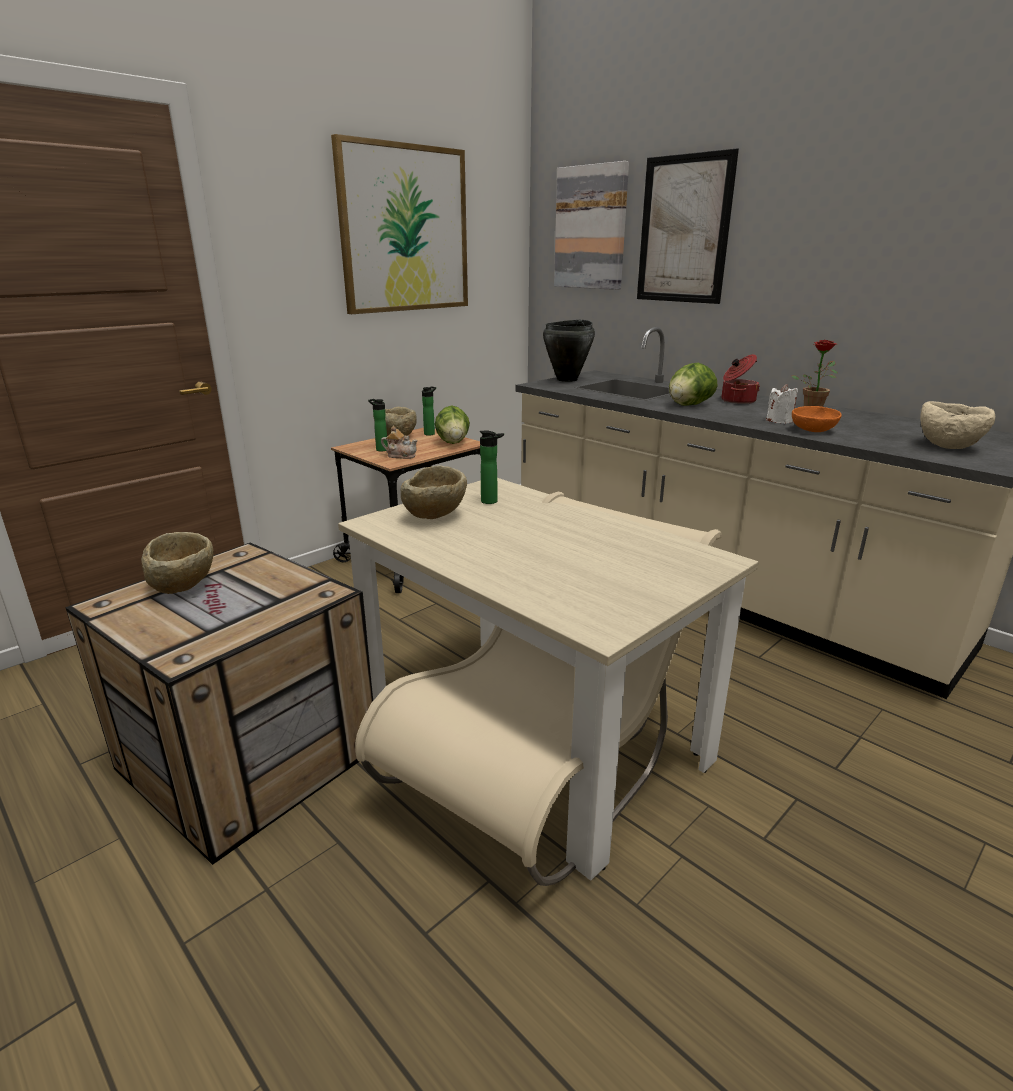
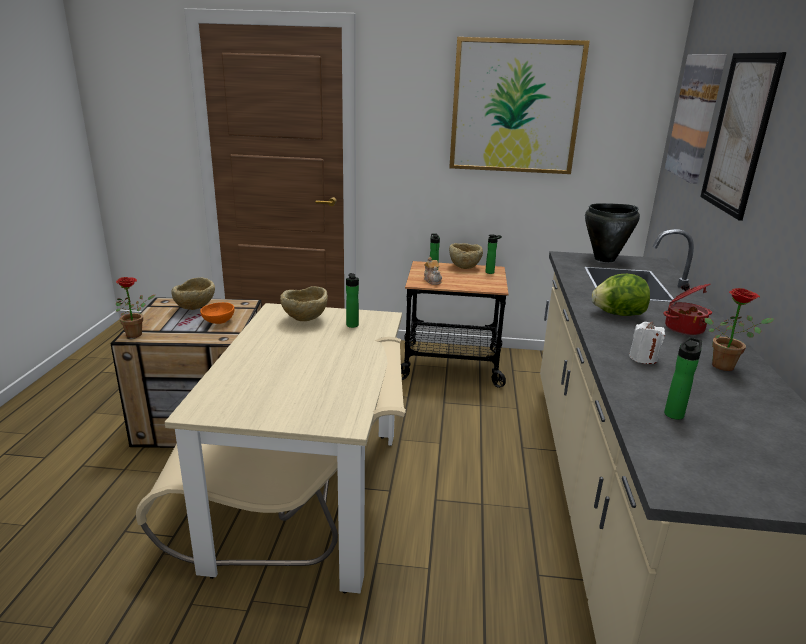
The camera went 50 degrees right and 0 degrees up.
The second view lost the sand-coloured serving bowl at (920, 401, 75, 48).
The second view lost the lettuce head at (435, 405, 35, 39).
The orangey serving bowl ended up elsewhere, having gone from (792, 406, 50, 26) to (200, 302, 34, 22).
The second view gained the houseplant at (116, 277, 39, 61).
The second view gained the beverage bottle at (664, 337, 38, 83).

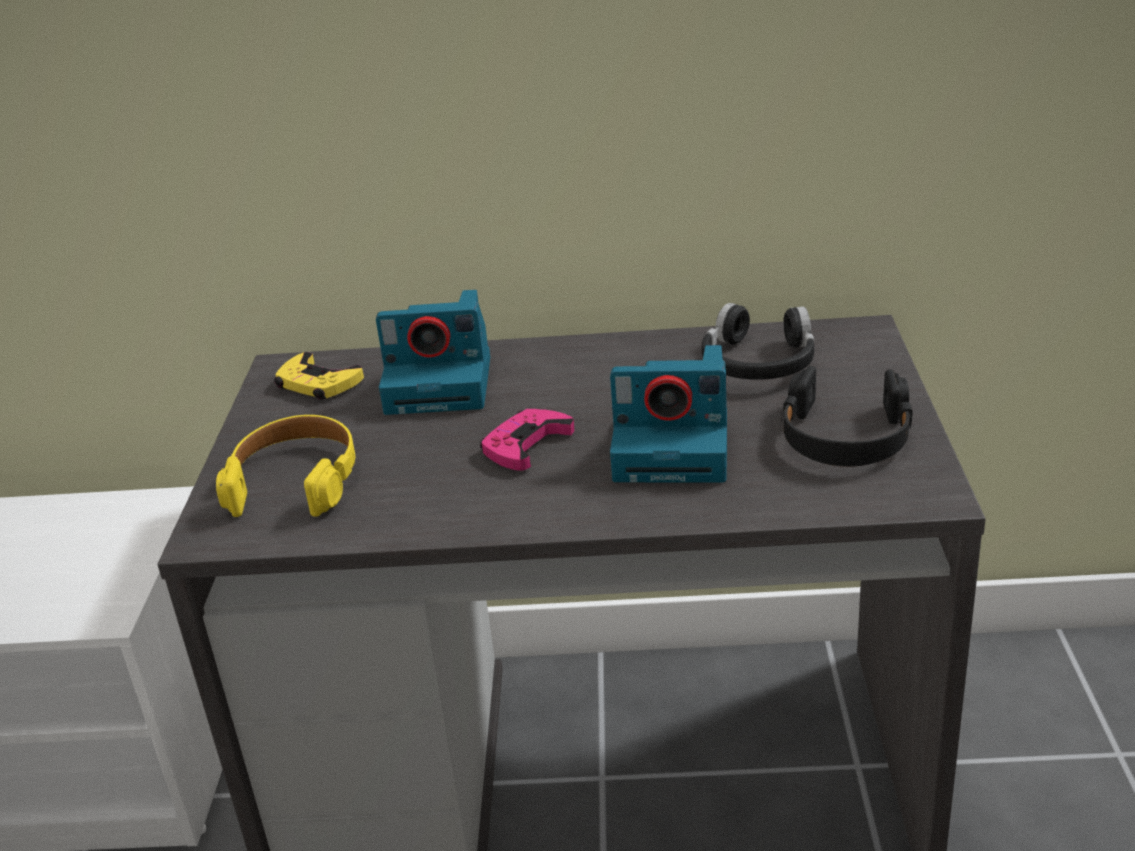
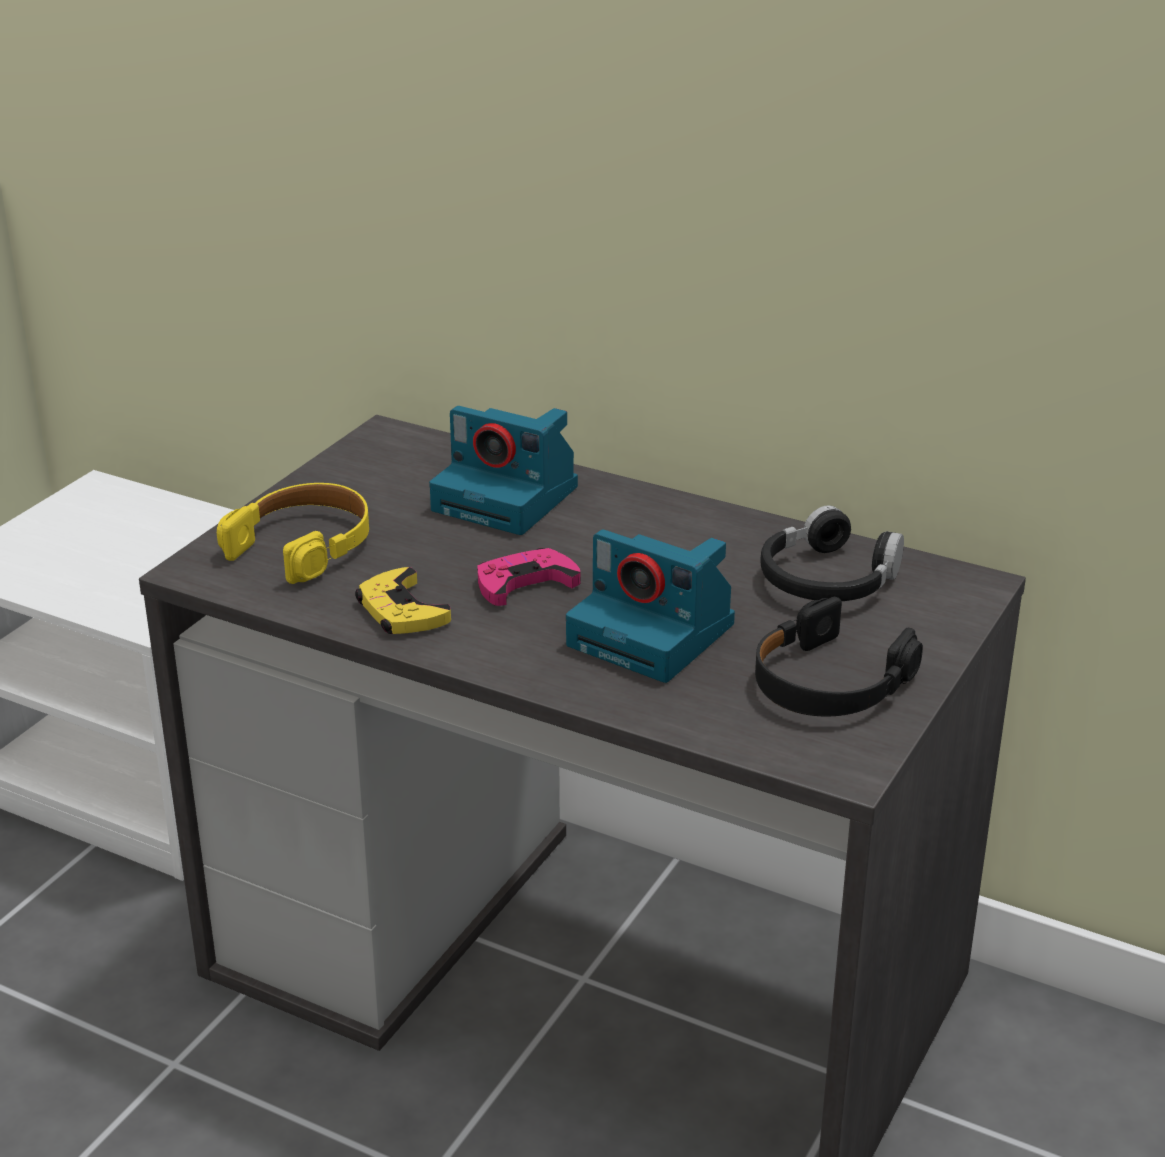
The camera went 25 degrees right and 0 degrees up.
The yellow-coloured game controller ended up elsewhere, having gone from (274, 352, 90, 48) to (355, 567, 96, 67).

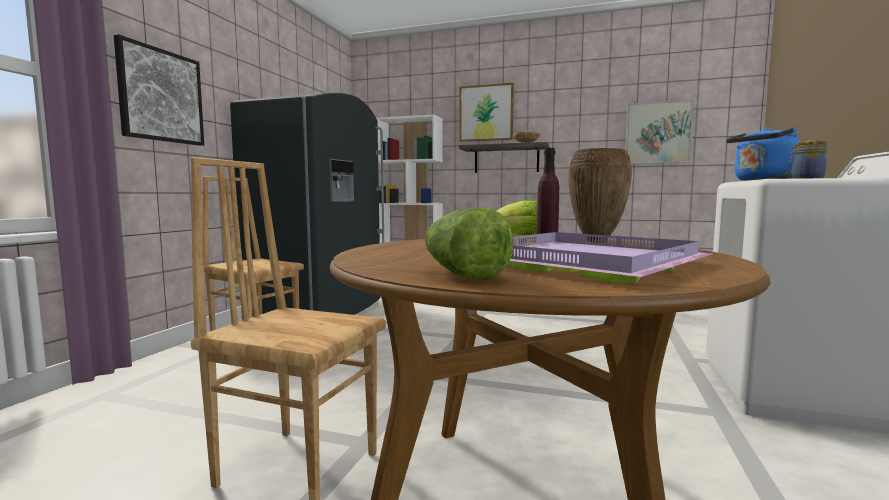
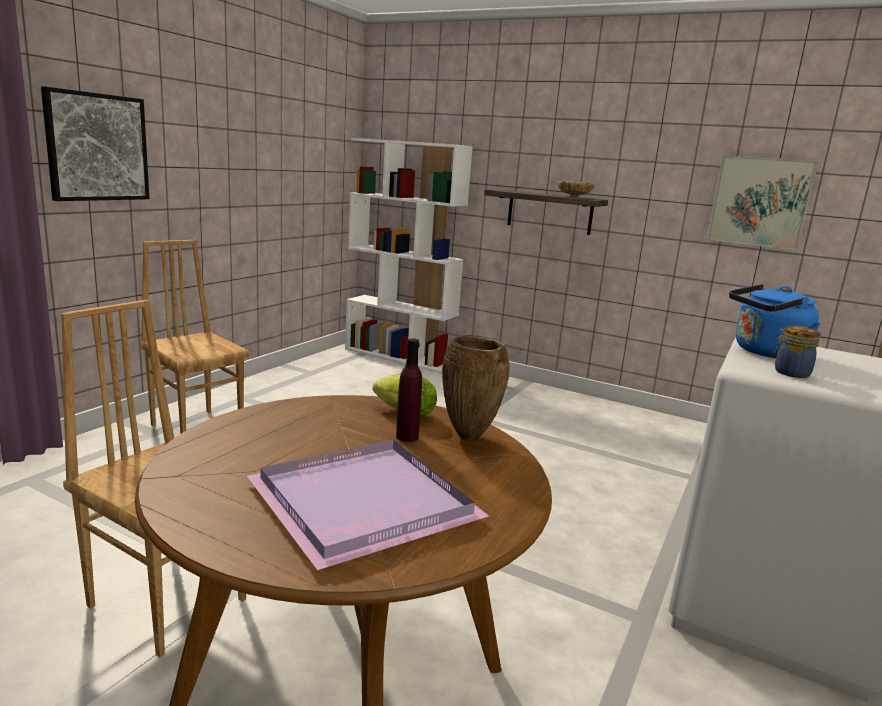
The camera went 10 degrees right and 10 degrees up.
The second view lost the picture at (459, 83, 55, 59).
The second view lost the gray kitchen fridge at (230, 93, 154, 224).
The second view lost the lettuce head at (425, 208, 89, 73).

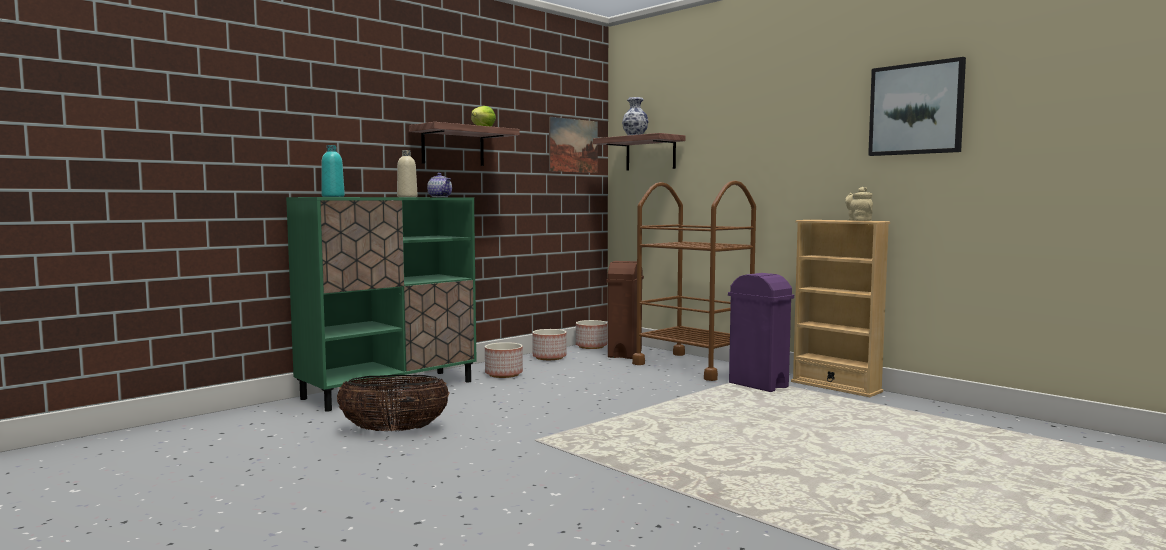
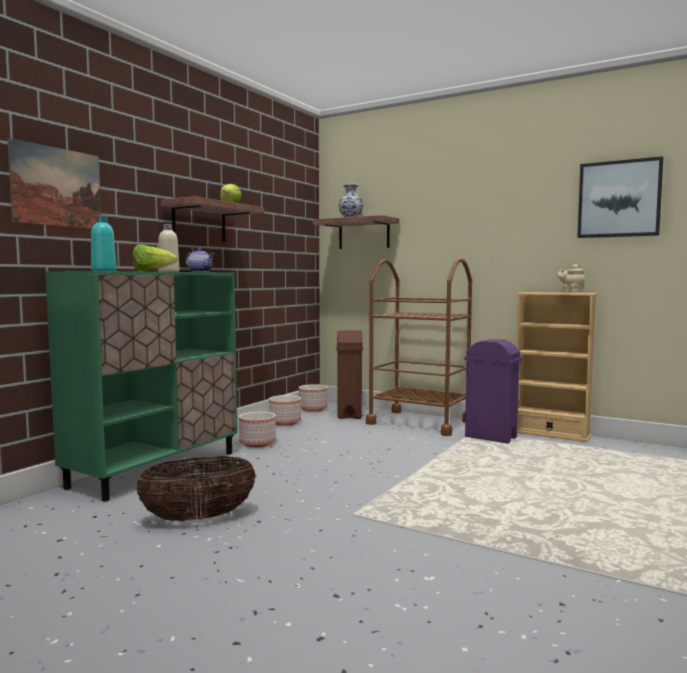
The camera went 15 degrees left and 0 degrees up.
The picture ended up elsewhere, having gone from (549, 117, 49, 56) to (8, 138, 93, 90).
The second view gained the lettuce head at (132, 244, 46, 28).

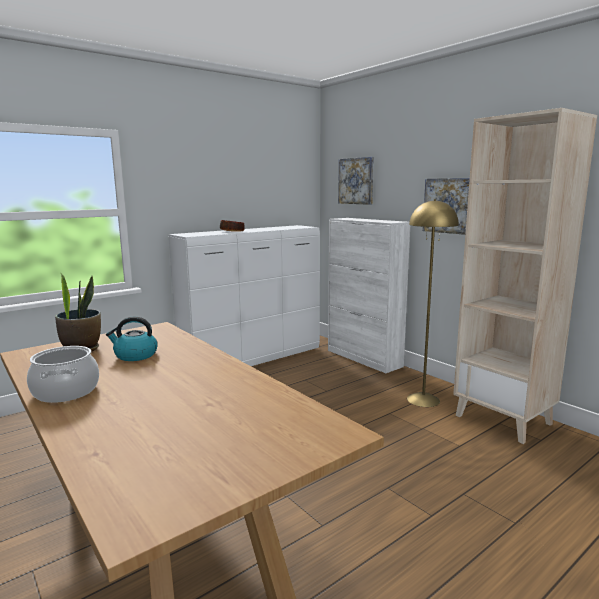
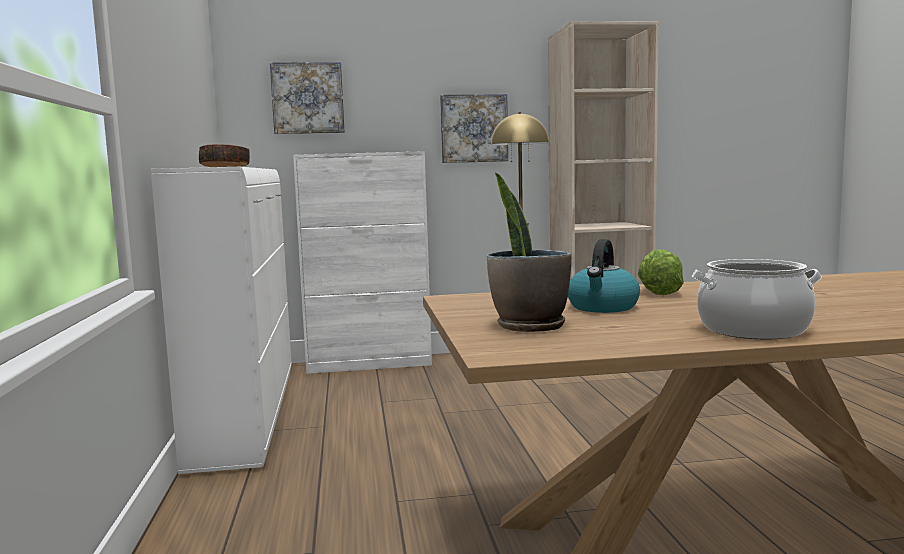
The camera went 60 degrees left and 5 degrees down.
The second view gained the lettuce head at (638, 249, 46, 46).

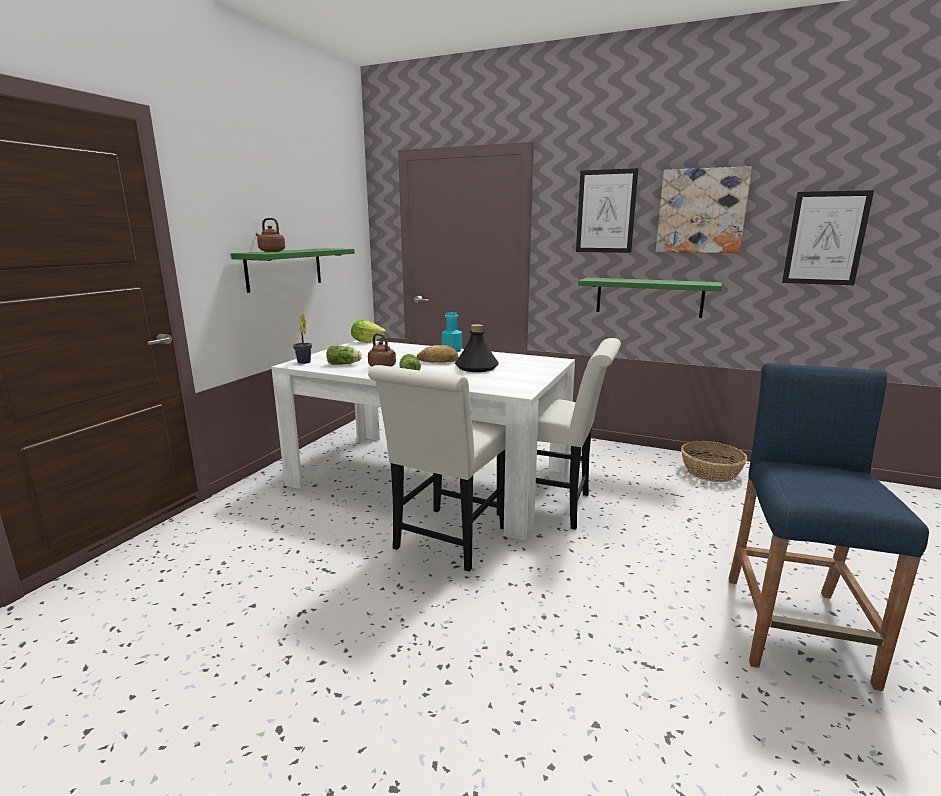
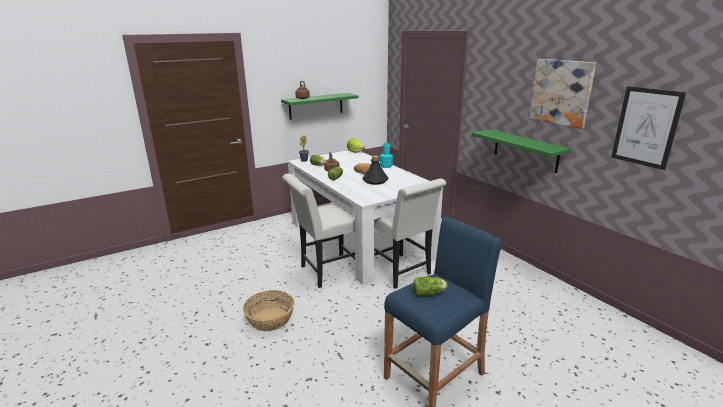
The camera went 35 degrees right and 5 degrees up.
The second view lost the picture at (576, 168, 62, 85).
The household basket ended up elsewhere, having gone from (681, 441, 67, 41) to (243, 290, 51, 41).
The second view gained the lettuce head at (413, 277, 34, 19).

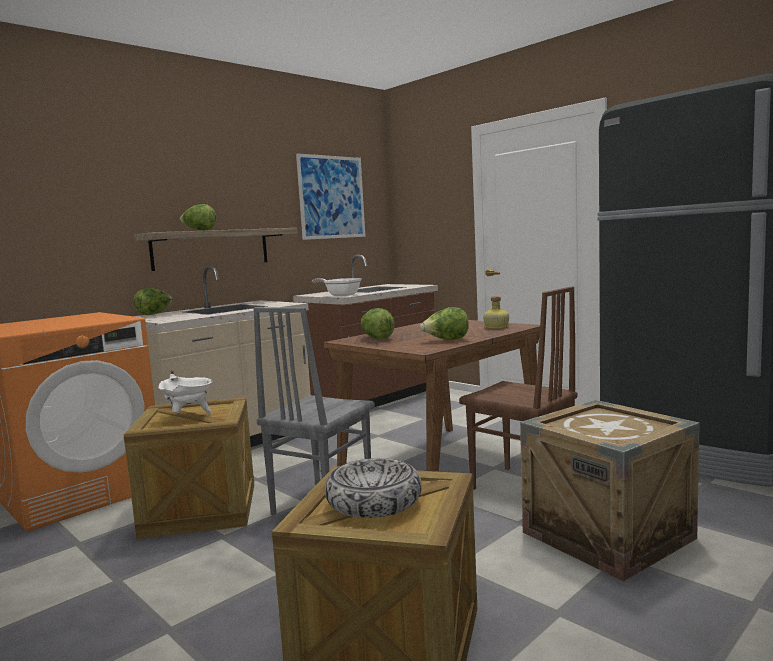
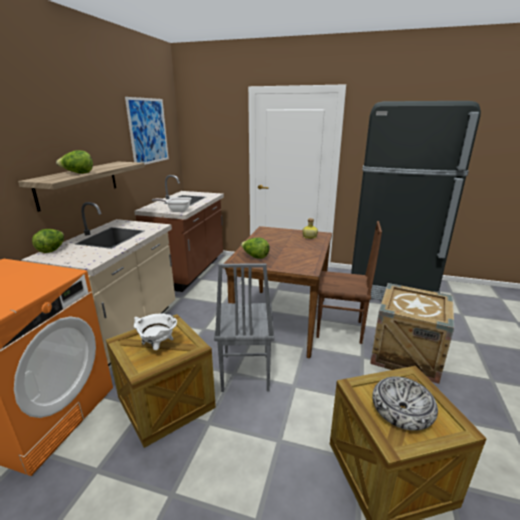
The camera went 30 degrees left and 15 degrees up.
The second view lost the lettuce head at (420, 307, 49, 33).

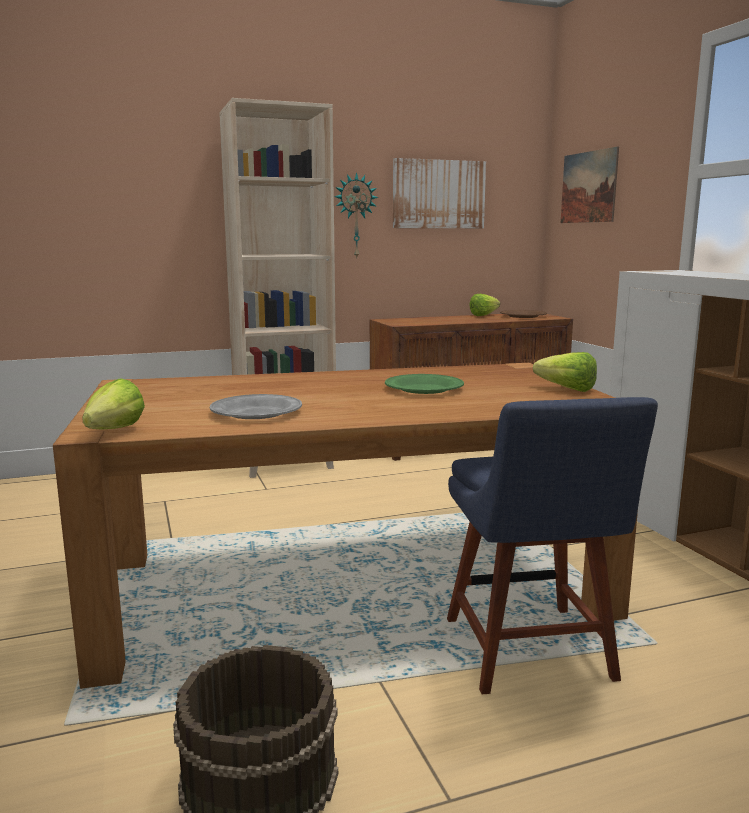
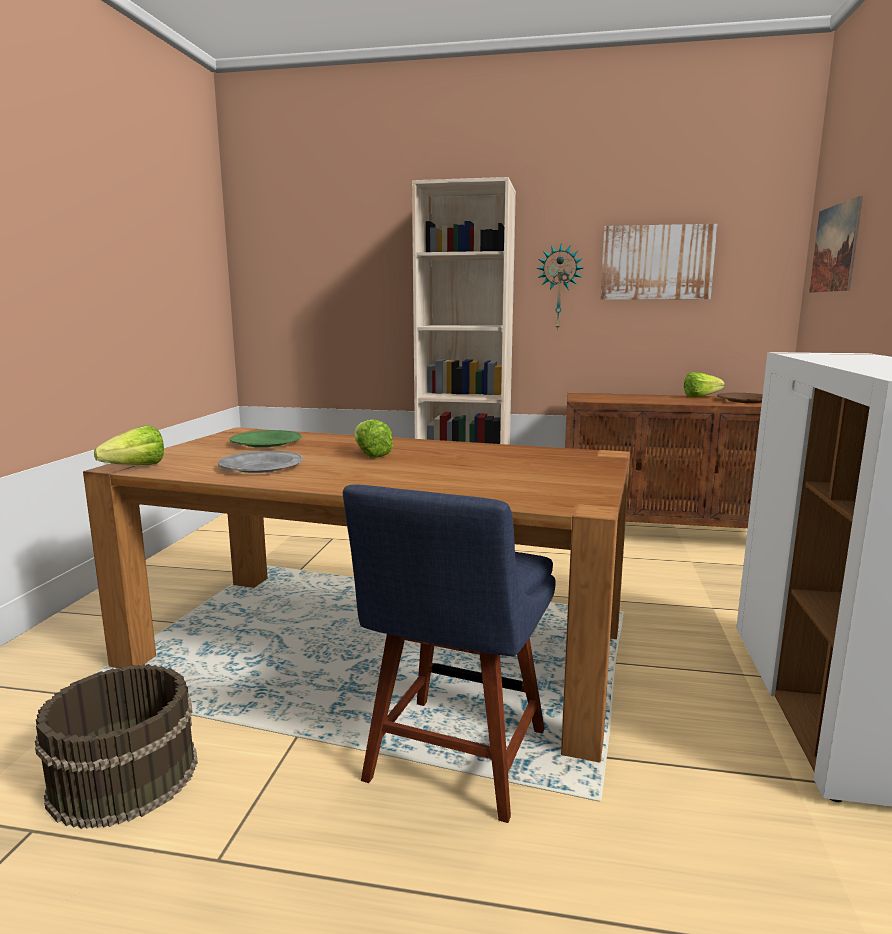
The camera went 30 degrees right and 0 degrees up.
The lettuce head ended up elsewhere, having gone from (533, 352, 64, 40) to (354, 419, 39, 39).
The green dinner plate ended up elsewhere, having gone from (385, 374, 79, 20) to (230, 430, 72, 17).

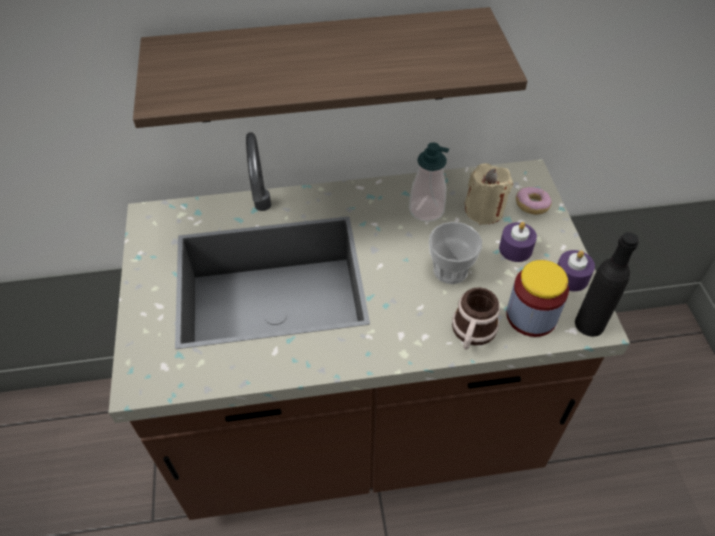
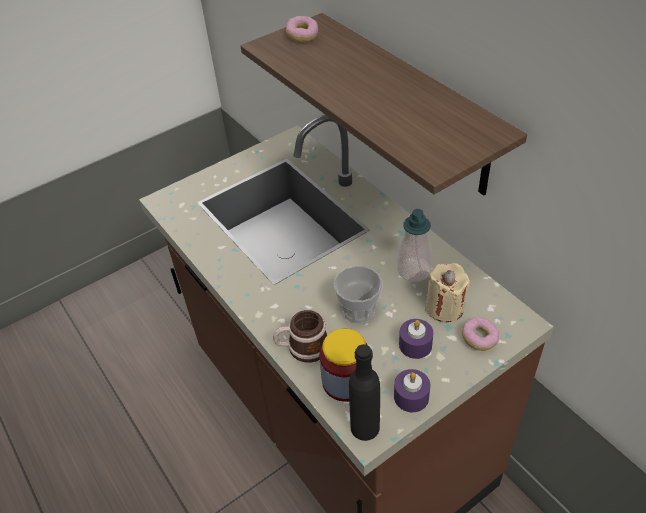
The camera went 65 degrees right and 5 degrees down.
The second view gained the donut at (286, 16, 32, 26).

